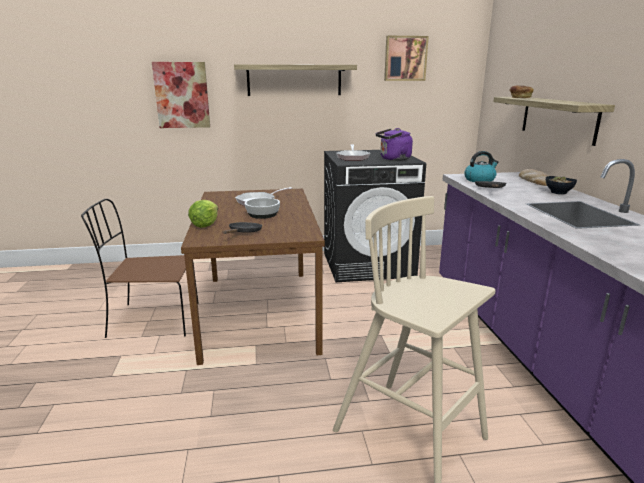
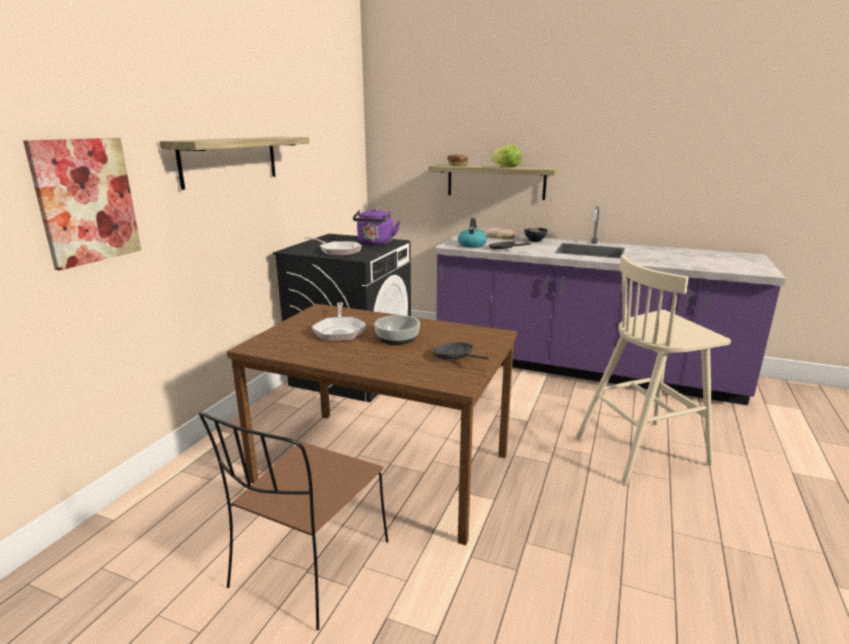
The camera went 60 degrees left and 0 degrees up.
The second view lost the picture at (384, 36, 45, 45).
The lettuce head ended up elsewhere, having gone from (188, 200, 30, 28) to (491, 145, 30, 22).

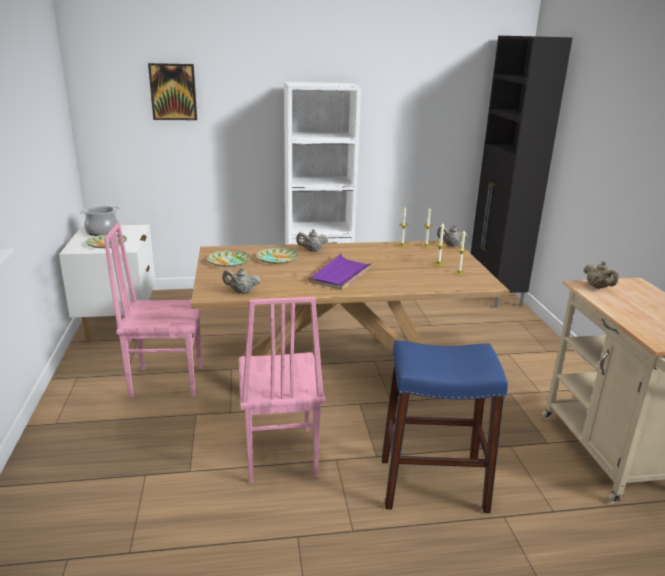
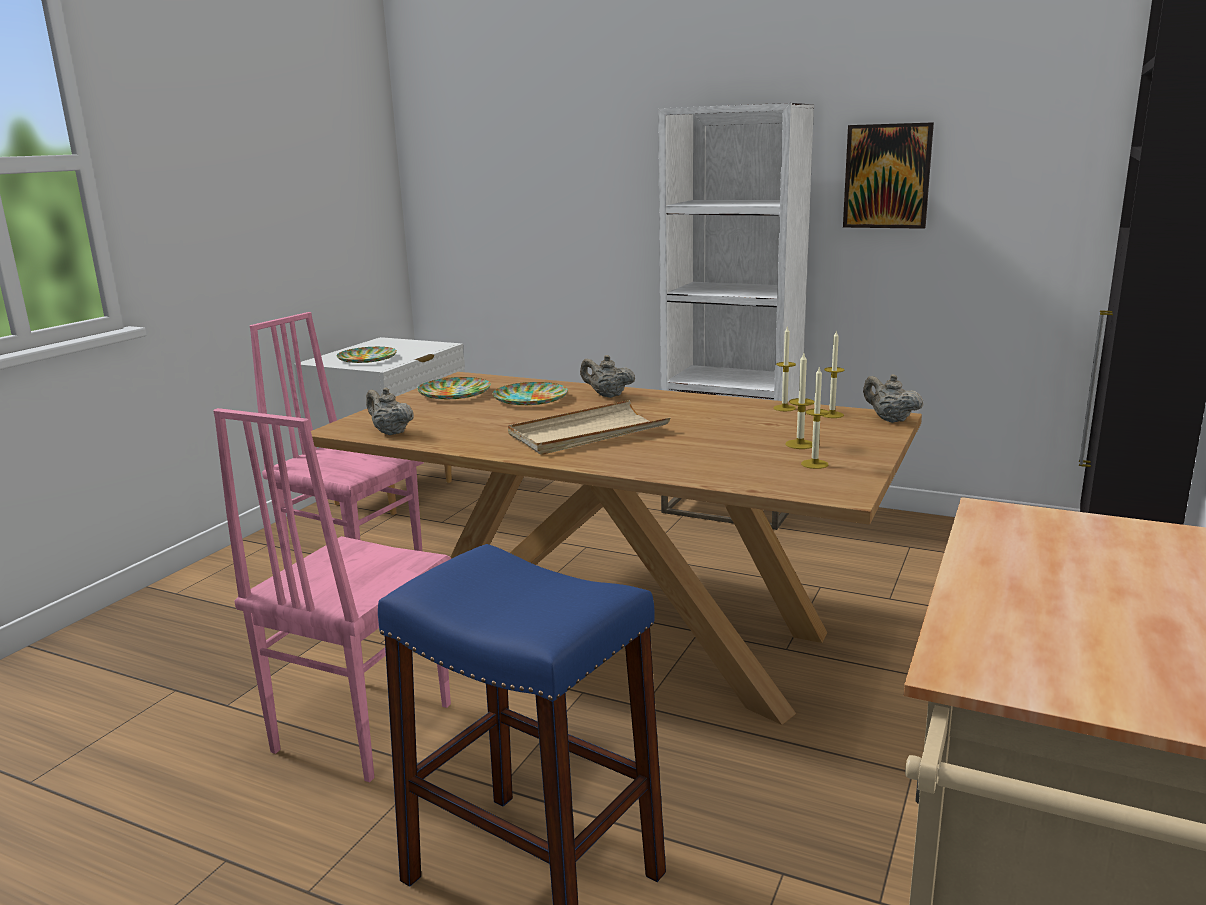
The camera went 35 degrees right and 5 degrees down.
The picture ended up elsewhere, having gone from (148, 63, 49, 57) to (843, 122, 91, 107).
The second view lost the stockpot at (79, 206, 41, 30).
What was the purple serving tray at (309, 253, 68, 37) turned into the sand-coloured serving tray at (508, 400, 162, 55).
The second view lost the sand-coloured teapot at (583, 261, 36, 27).

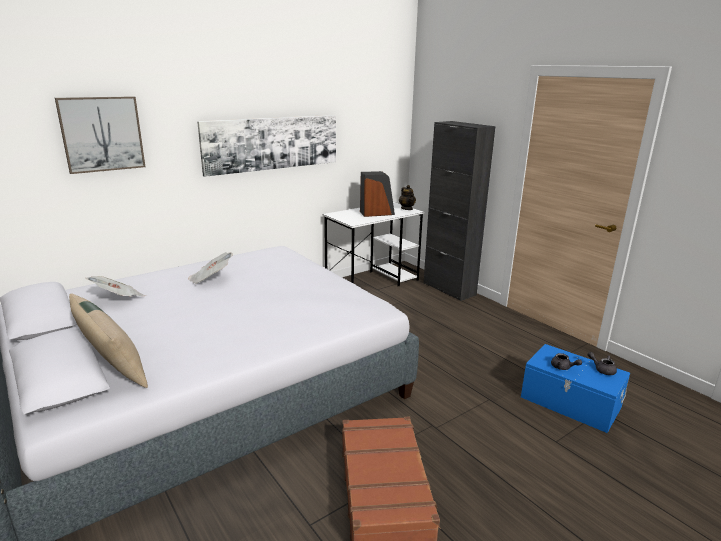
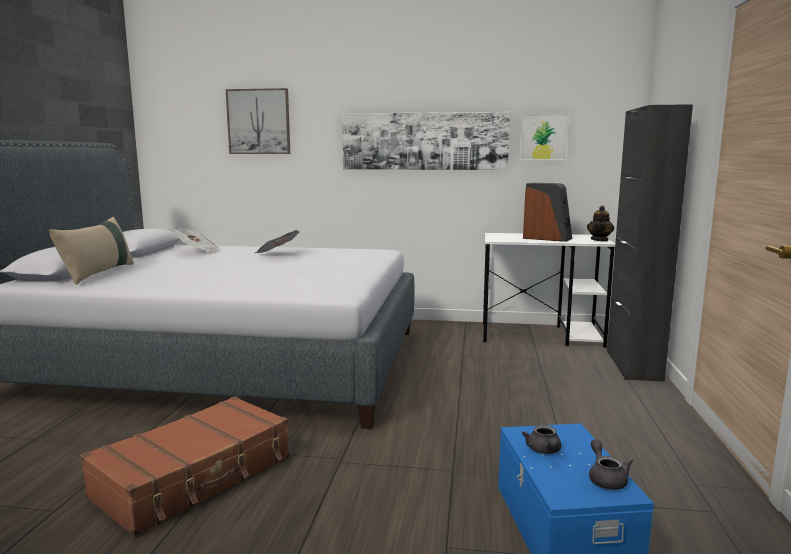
The camera went 45 degrees right and 10 degrees down.
The second view gained the picture at (519, 113, 50, 48).

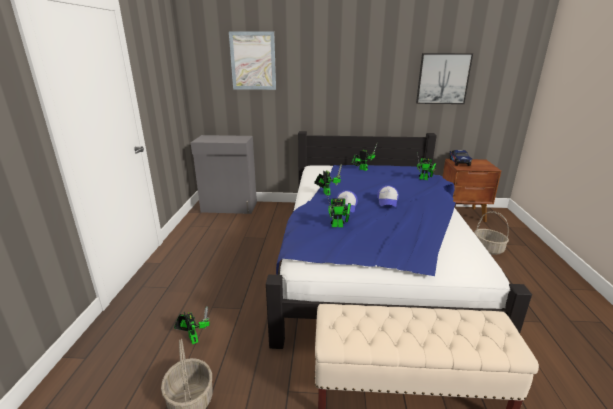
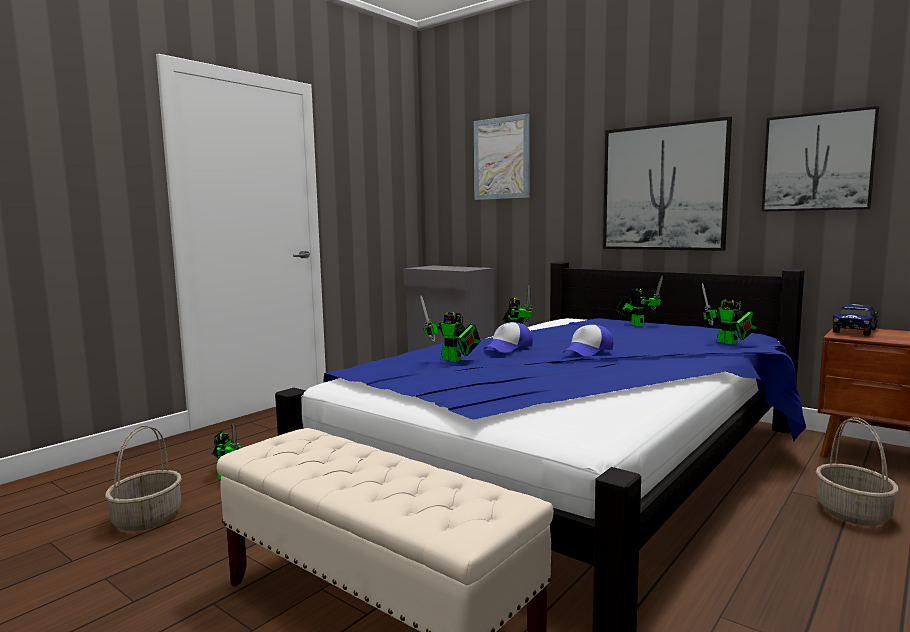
The camera went 35 degrees right and 15 degrees down.
The second view gained the picture at (603, 116, 129, 135).

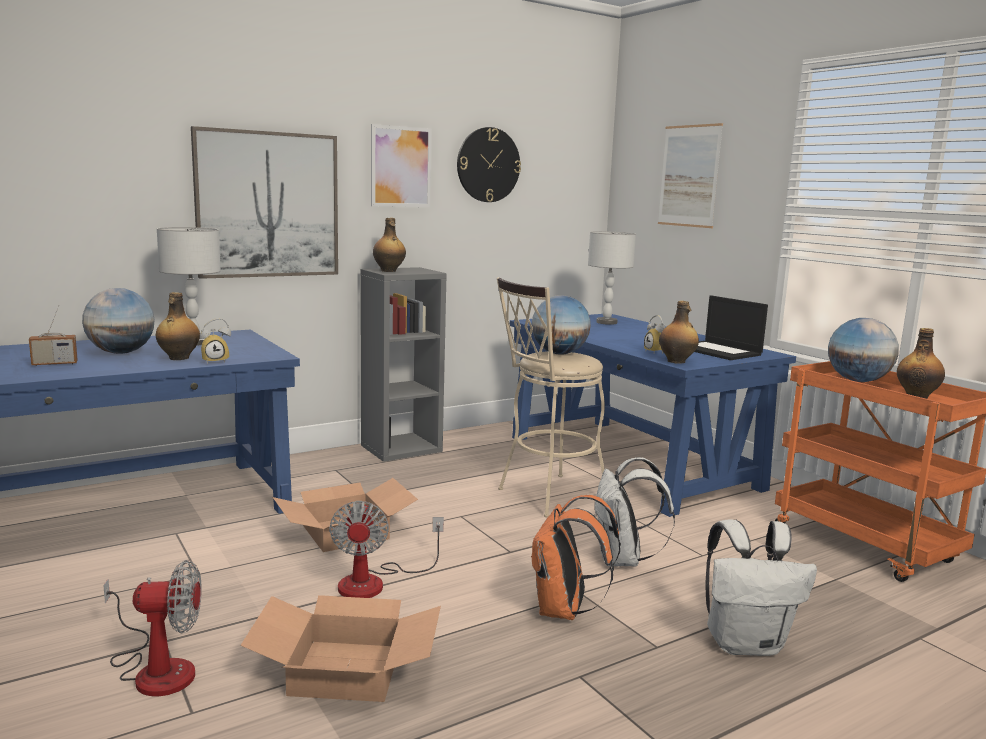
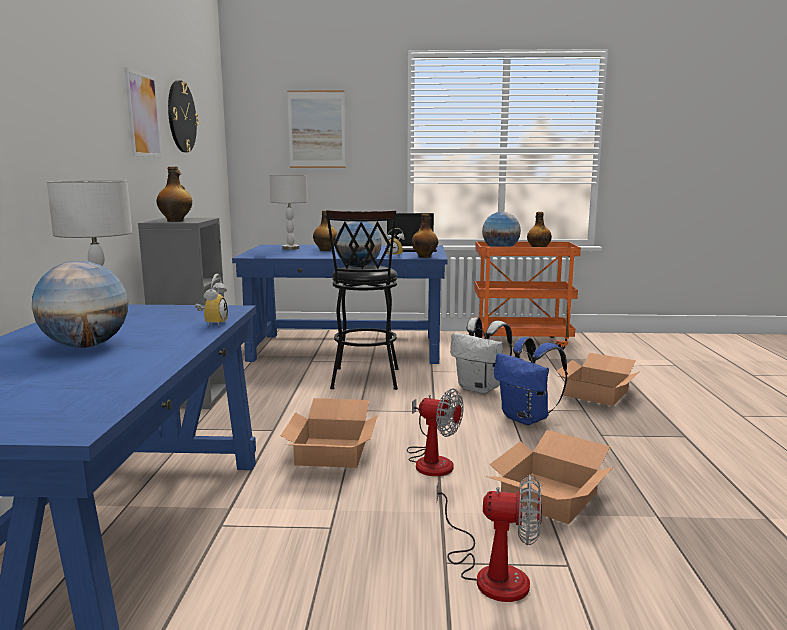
The camera went 55 degrees left and 0 degrees up.
The second view lost the picture at (191, 126, 147, 153).
What was the sand-coloured stool at (497, 277, 108, 240) turned into the blackish stool at (326, 210, 73, 180).
The beverage bottle ended up elsewhere, having gone from (156, 292, 44, 68) to (313, 211, 24, 40).
The second view lost the radio receiver at (29, 305, 49, 61).
What was the orangey backpack at (531, 495, 90, 125) turned into the bluish backpack at (494, 337, 74, 88).
Where the white-coloured backpack stood at (705, 520, 112, 136), the cardboard box came to stand at (556, 353, 83, 53).
The cooling fan at (103, 560, 98, 136) ended up facing another way, 75 degrees clockwise from before.

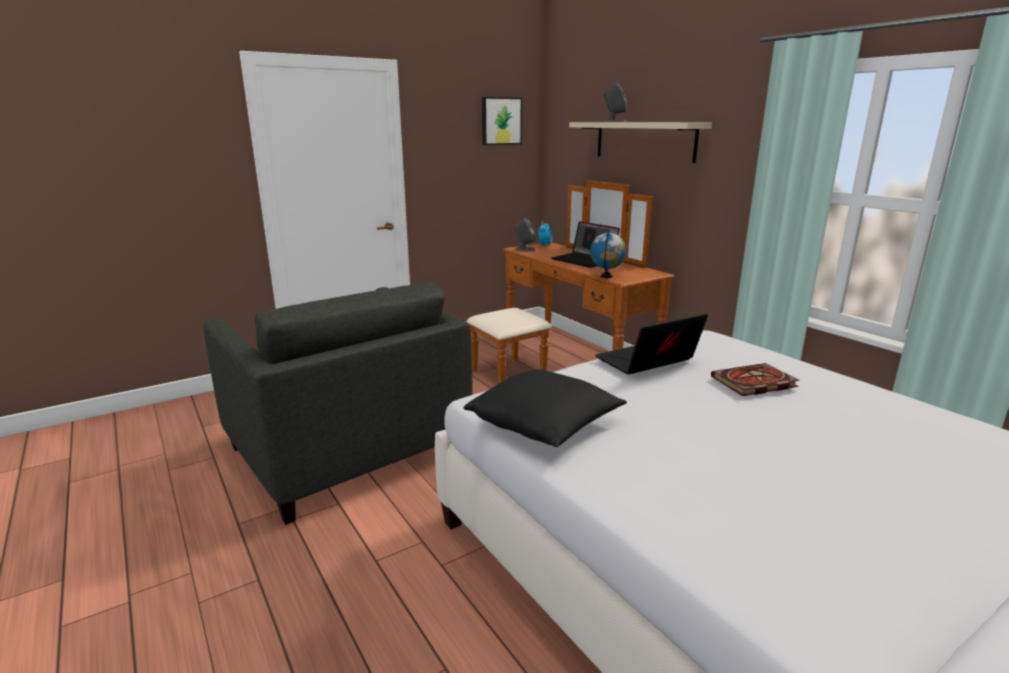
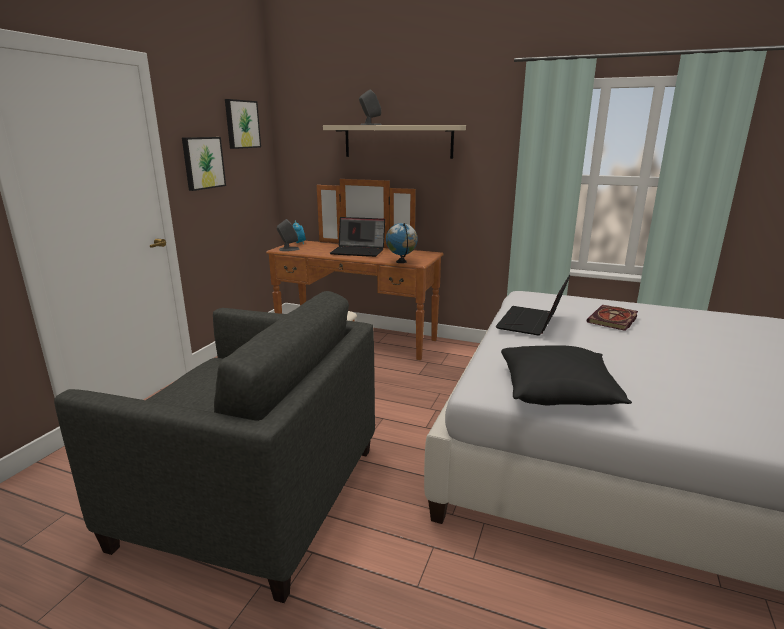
The camera went 35 degrees left and 0 degrees up.
The second view gained the picture at (182, 137, 44, 54).

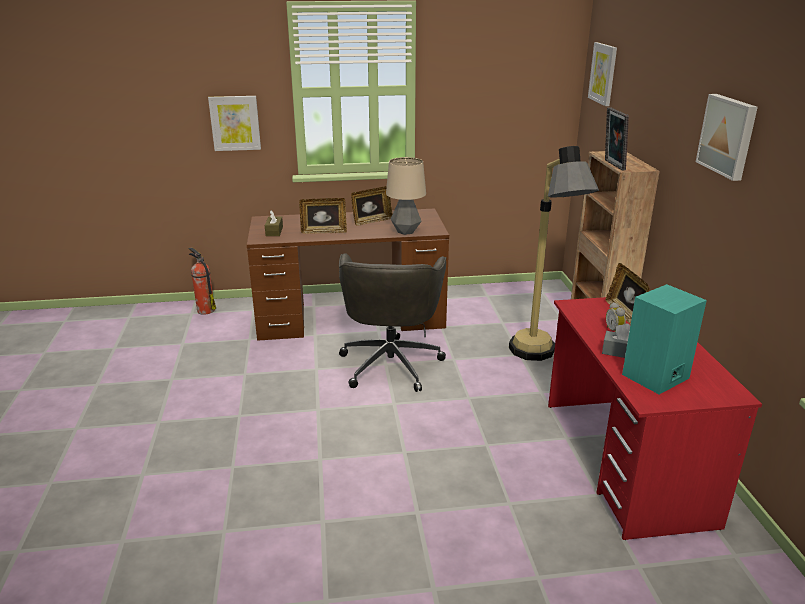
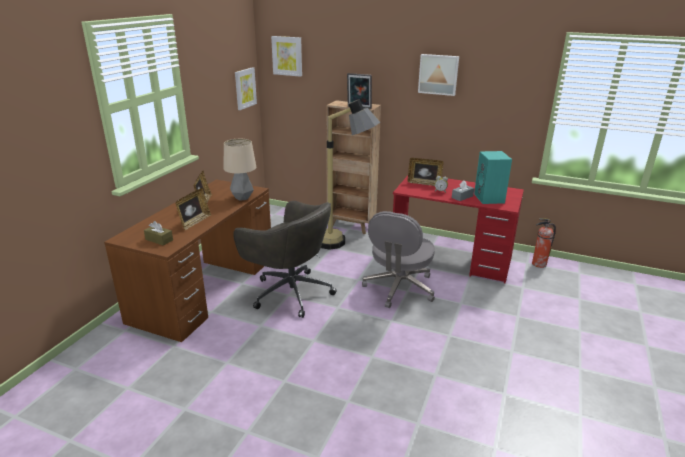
The camera went 60 degrees left and 0 degrees up.
The picture ended up elsewhere, having gone from (208, 96, 53, 55) to (235, 67, 22, 43).
The fire extinguisher ended up elsewhere, having gone from (189, 247, 27, 68) to (532, 218, 24, 50).
The second view gained the gray office chair at (362, 211, 73, 97).

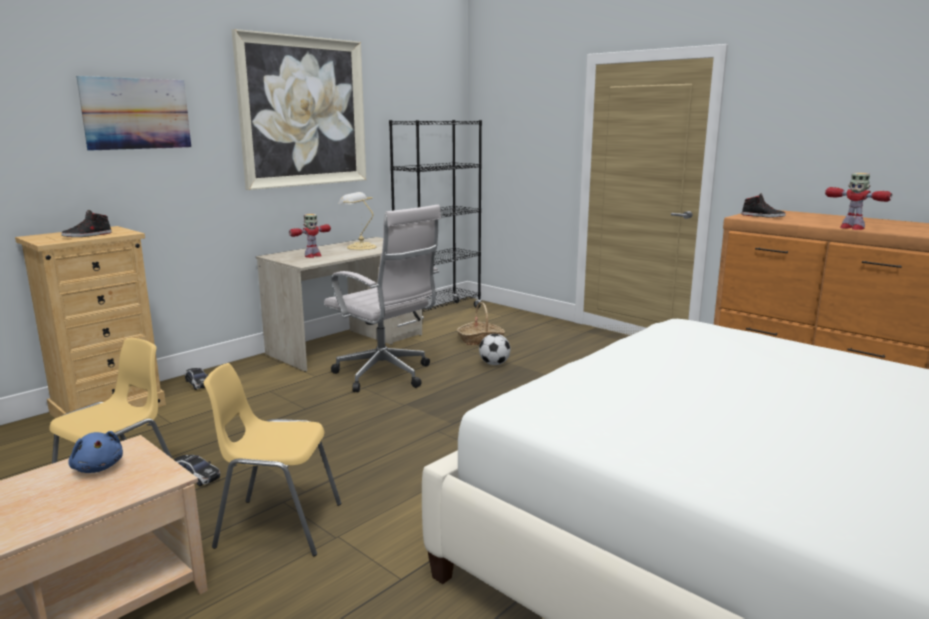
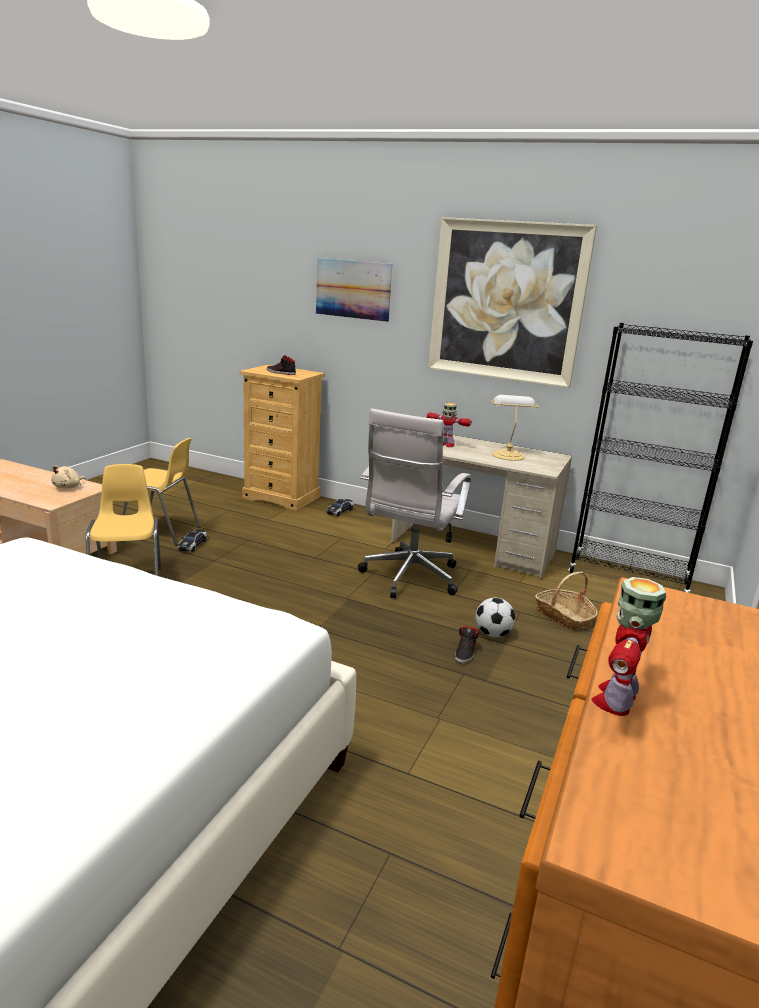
The camera went 70 degrees right and 5 degrees up.
The blackish item of footwear ended up elsewhere, having gone from (742, 193, 44, 24) to (455, 626, 25, 37).
What was the bluish soft toy at (68, 431, 55, 42) turned into the sand-coloured soft toy at (51, 465, 35, 24).

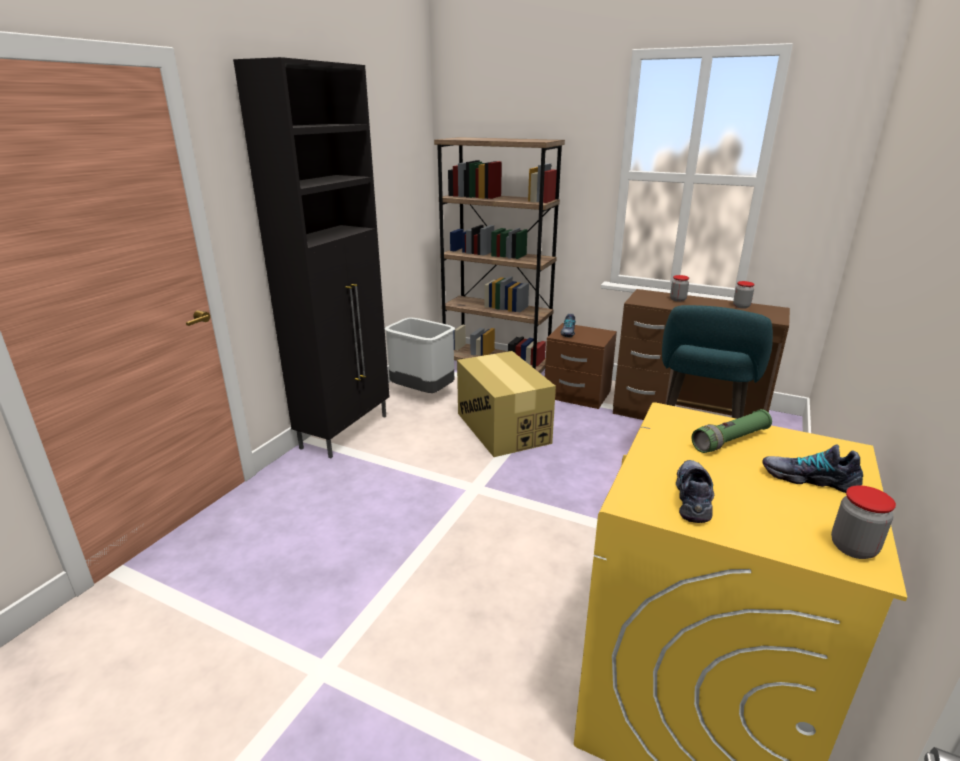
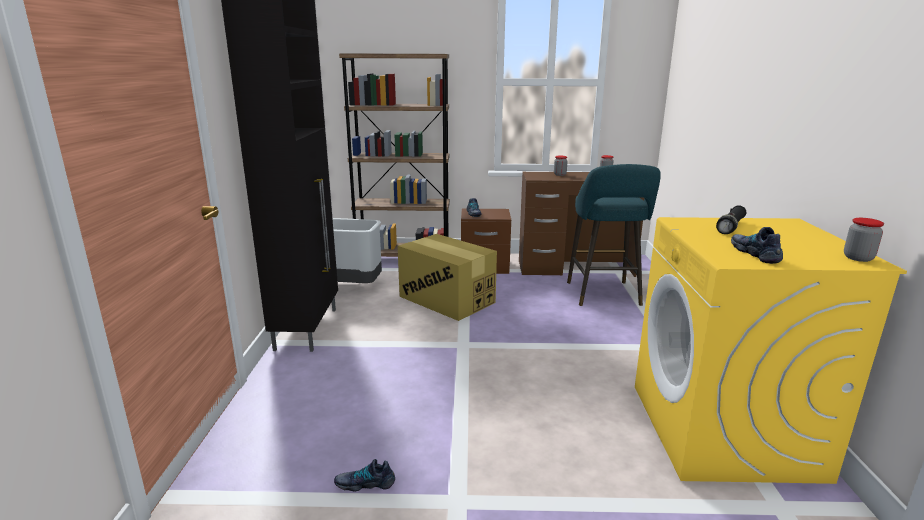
The camera went 25 degrees left and 5 degrees down.
What was the green torch at (692, 409, 80, 44) turned into the blackish torch at (716, 205, 30, 29).
The item of footwear ended up elsewhere, having gone from (762, 444, 101, 49) to (334, 459, 61, 32).

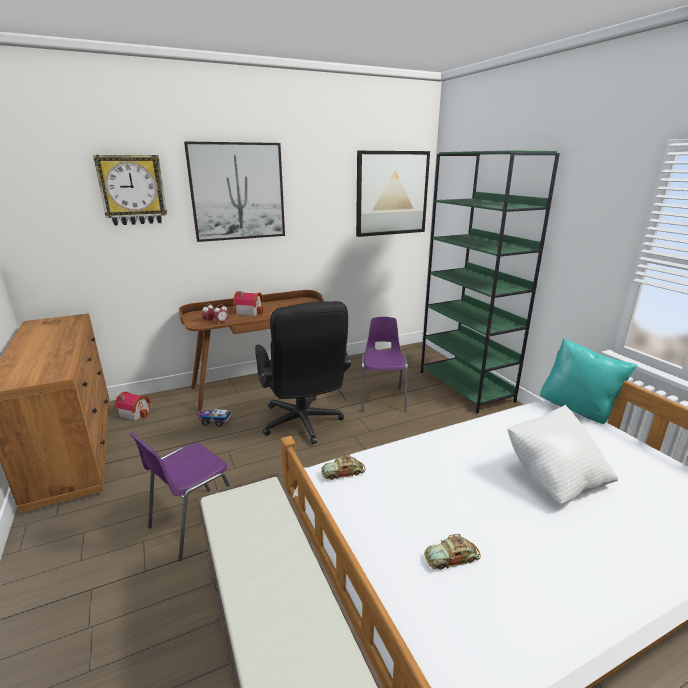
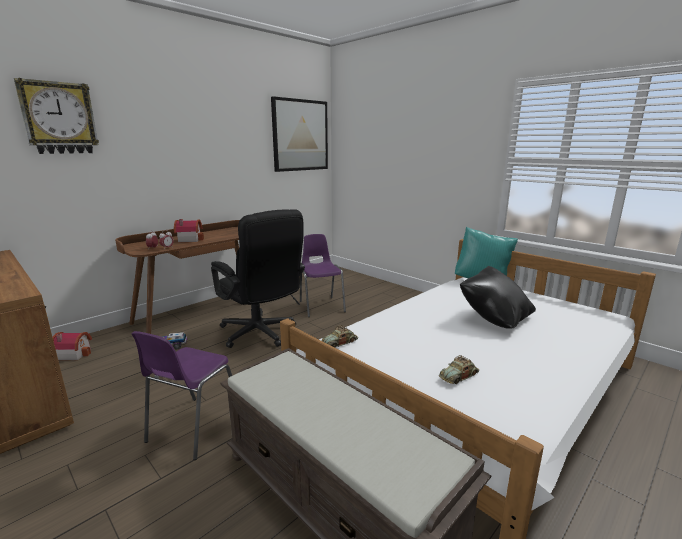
The camera went 20 degrees left and 5 degrees down.
The second view lost the picture at (184, 141, 101, 101).
The second view lost the green bookcase at (421, 150, 139, 263).
What was the white-coloured cushion at (507, 405, 111, 99) turned into the blackish cushion at (460, 266, 76, 63).

